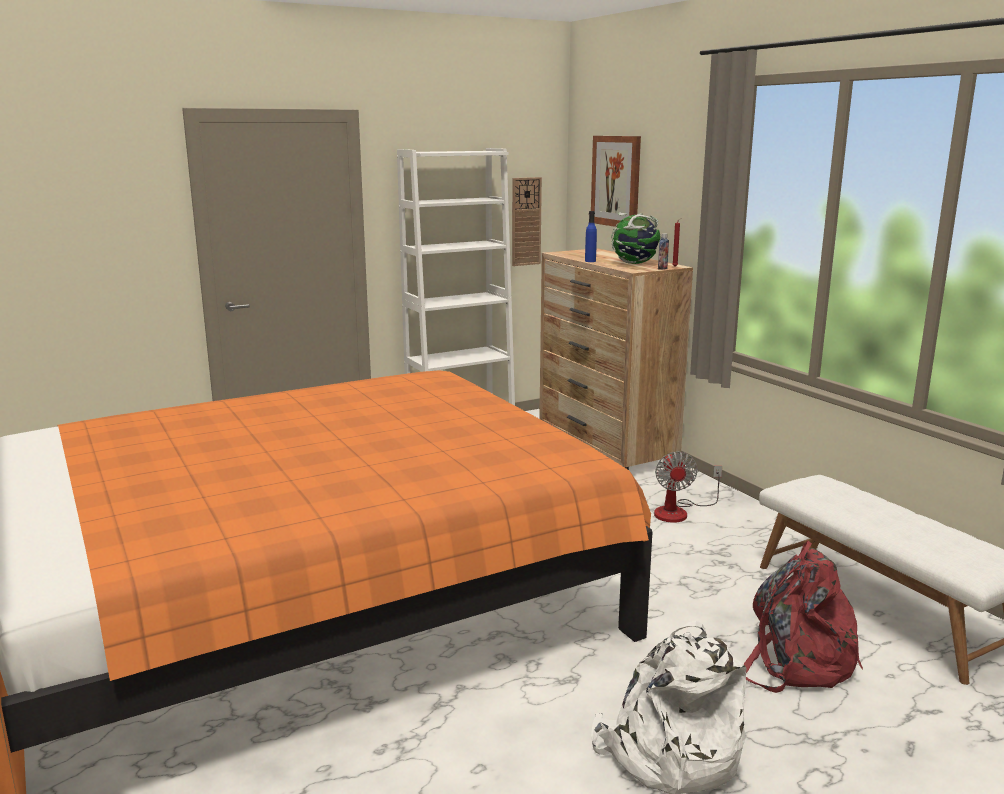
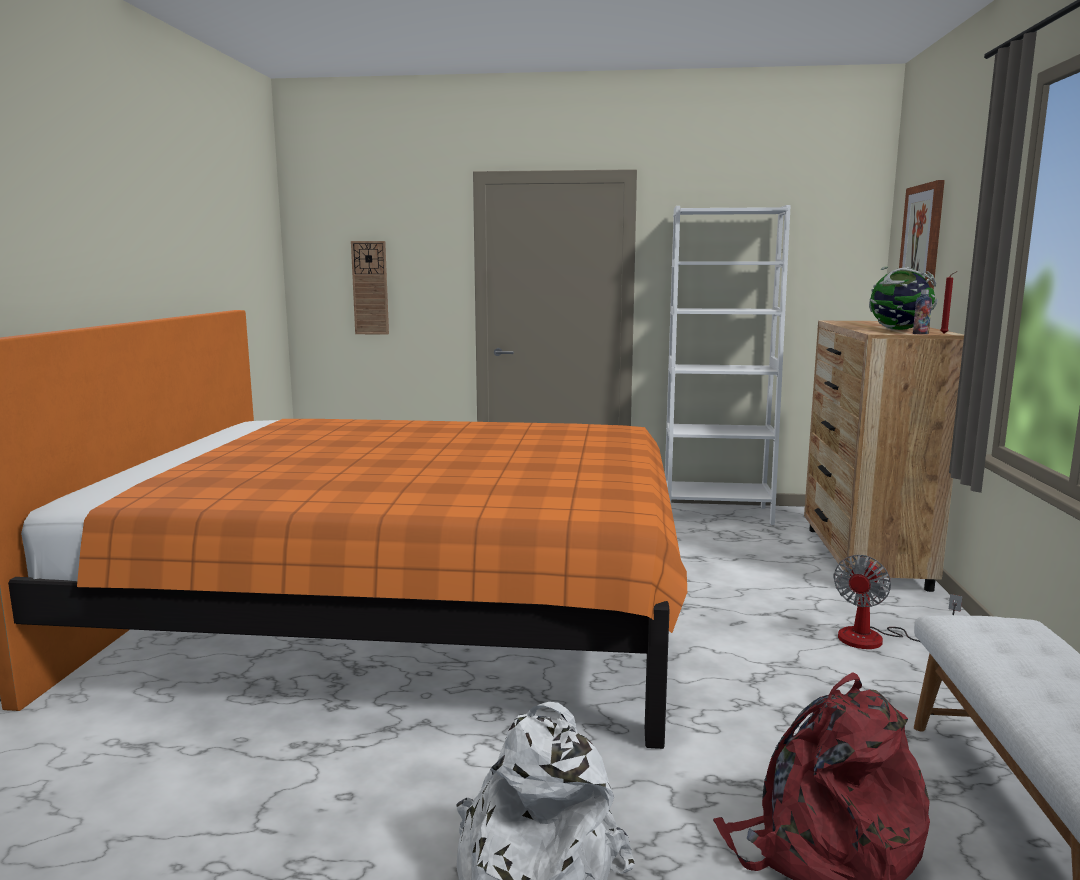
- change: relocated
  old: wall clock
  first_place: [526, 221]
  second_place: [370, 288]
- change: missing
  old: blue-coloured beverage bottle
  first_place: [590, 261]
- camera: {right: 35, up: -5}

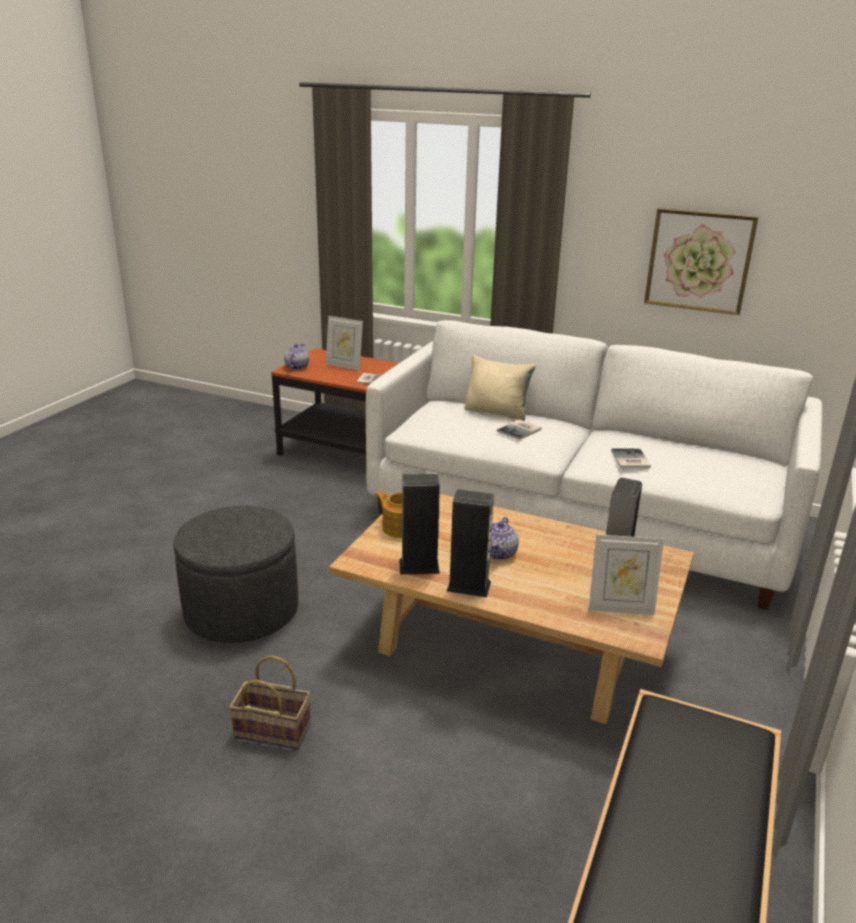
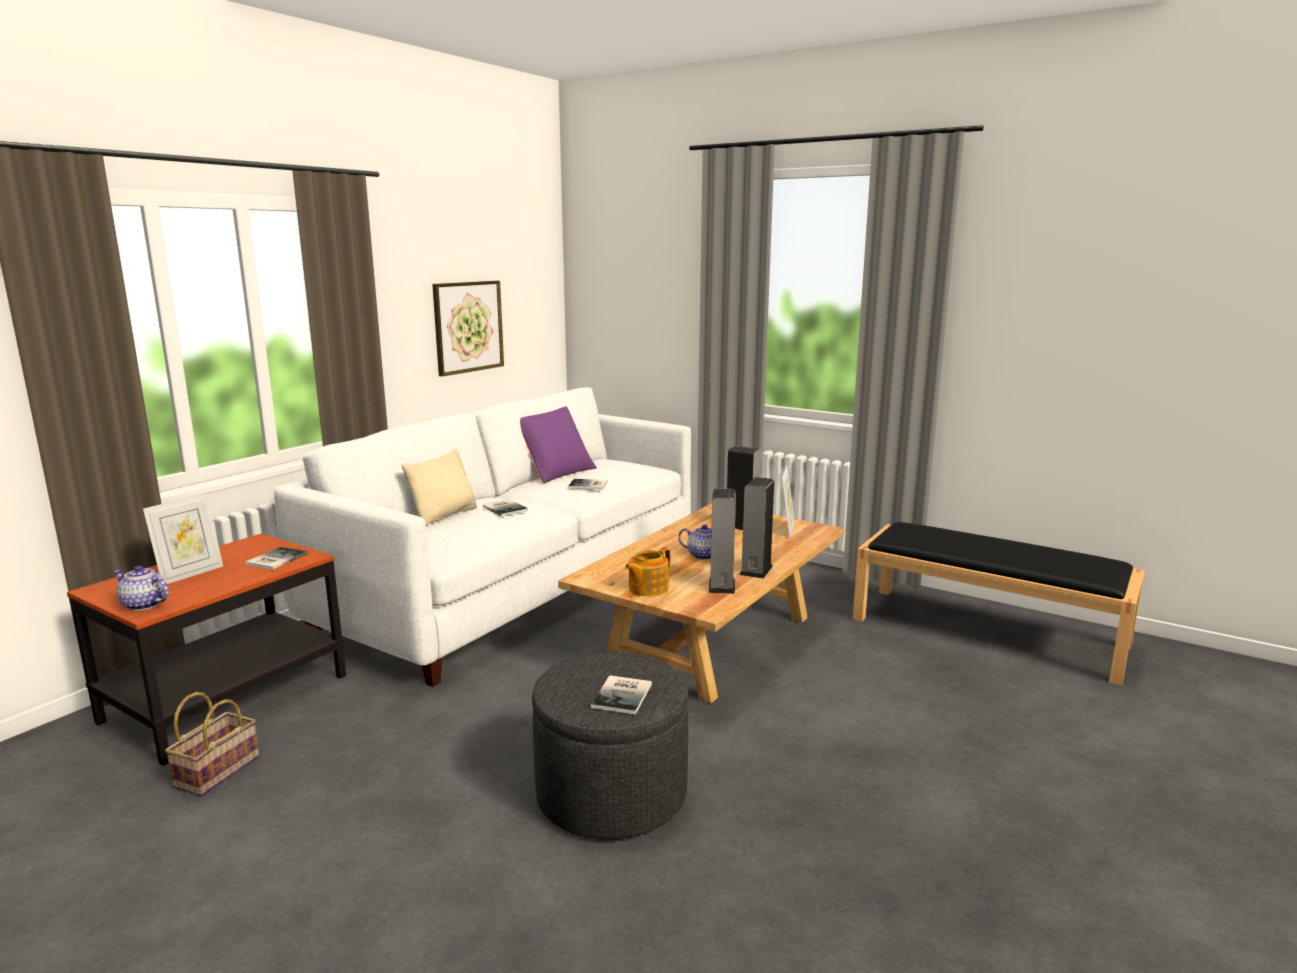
- change: relocated
  old: storage basket
  first_place: [275, 730]
  second_place: [218, 770]
- change: appeared
  new: purple cushion
  second_place: [556, 472]
- change: appeared
  new: book
  second_place: [624, 695]
- camera: {right: -80, up: -10}

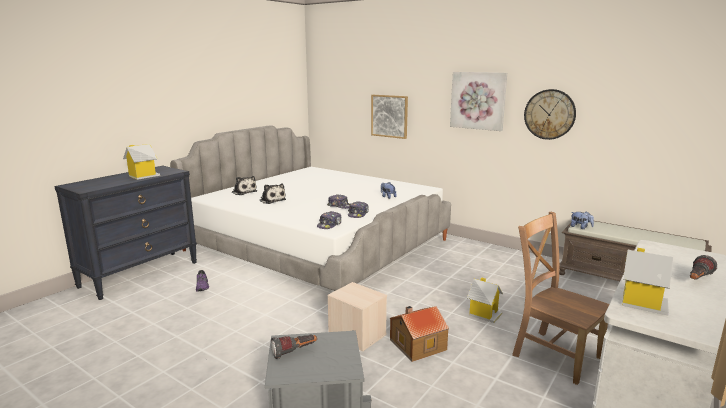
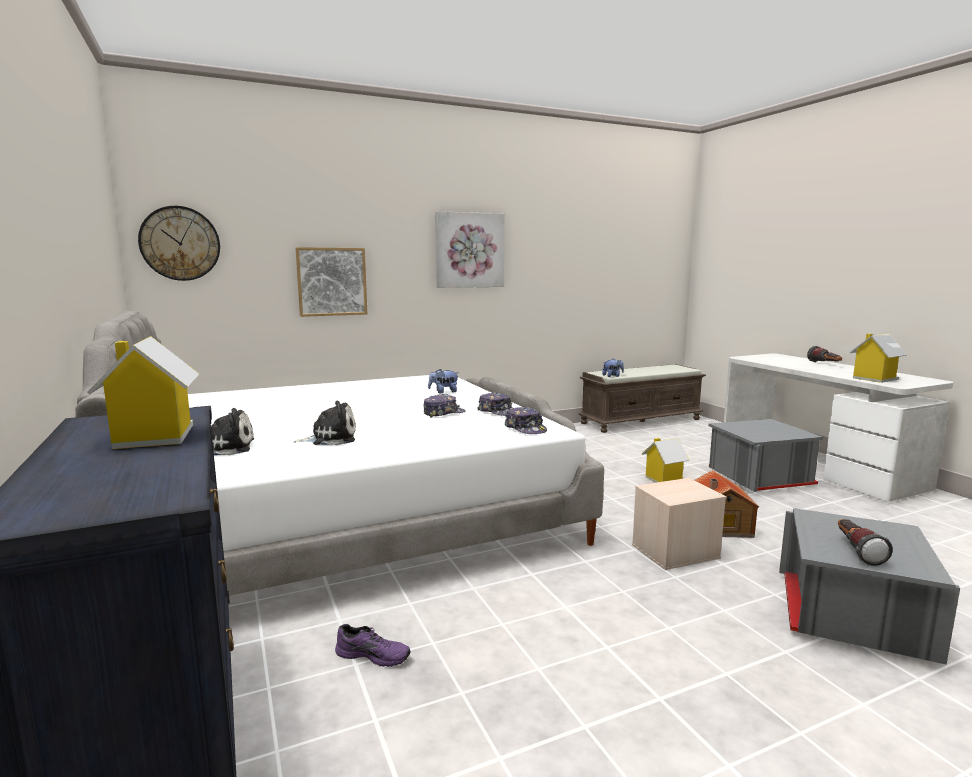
- change: relocated
  old: wall clock
  first_place: [549, 114]
  second_place: [180, 243]
- change: exchanged
  old: brown chair
  new: grey storage bin
  first_place: [553, 354]
  second_place: [758, 478]
- camera: {right: -60, up: -5}

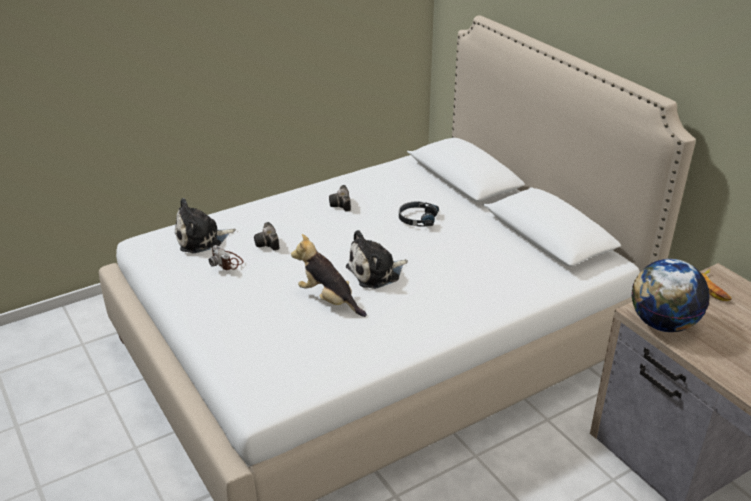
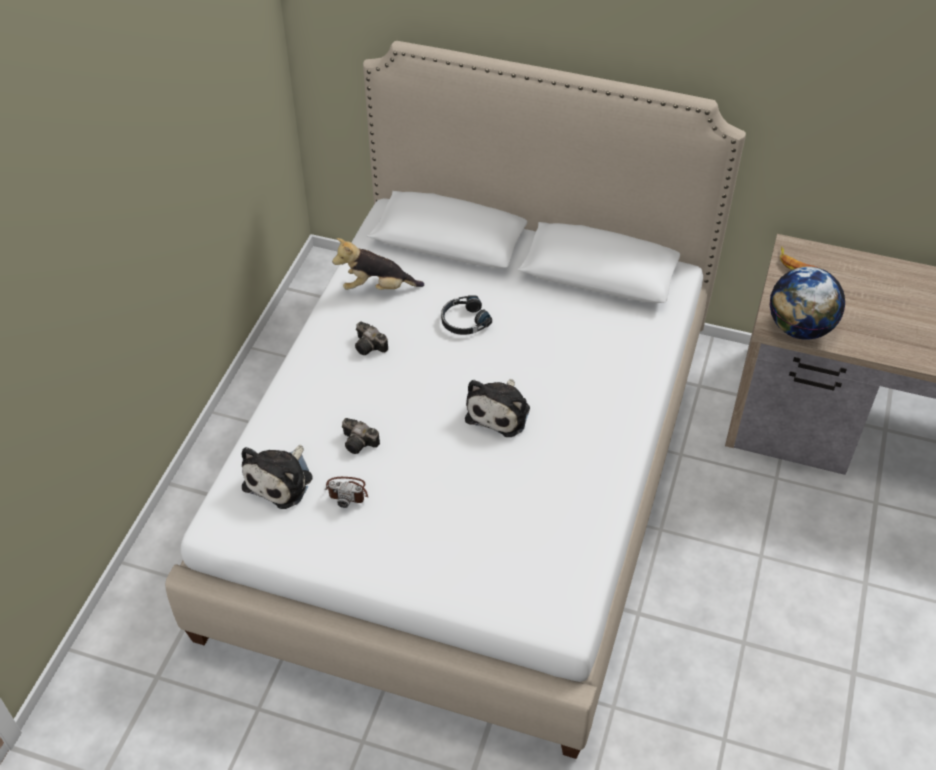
- change: relocated
  old: cuddly toy
  first_place: [329, 300]
  second_place: [377, 288]
- camera: {right: -40, up: 15}

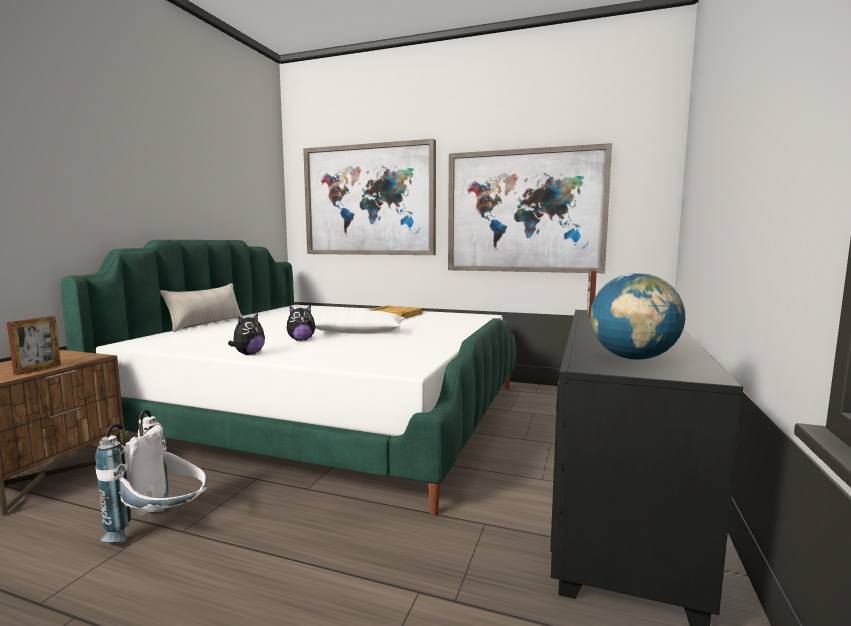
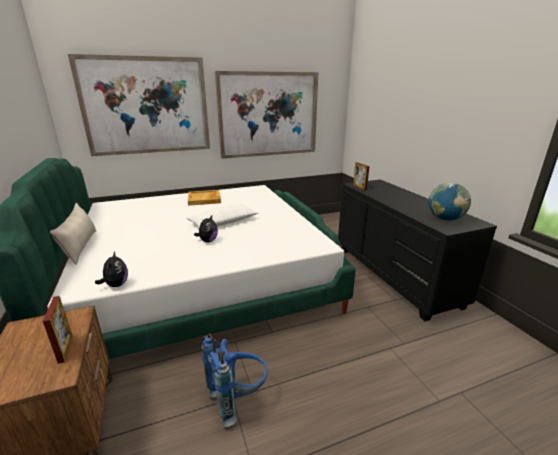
- change: relocated
  old: cuddly toy
  first_place: [248, 354]
  second_place: [116, 285]
- change: colour
  old: whitish knapsack
  new: blue-coloured knapsack
  first_place: [163, 528]
  second_place: [238, 397]
- camera: {right: -40, up: 15}

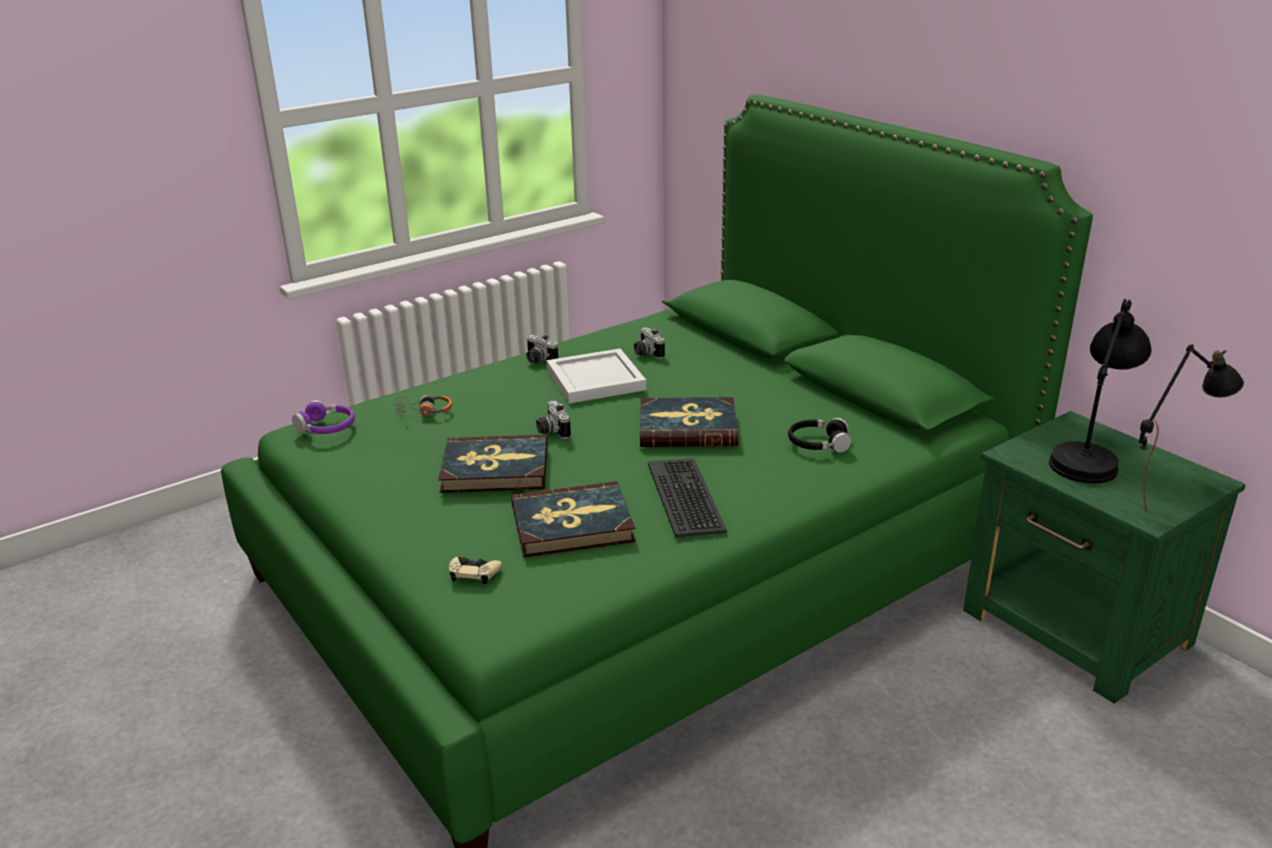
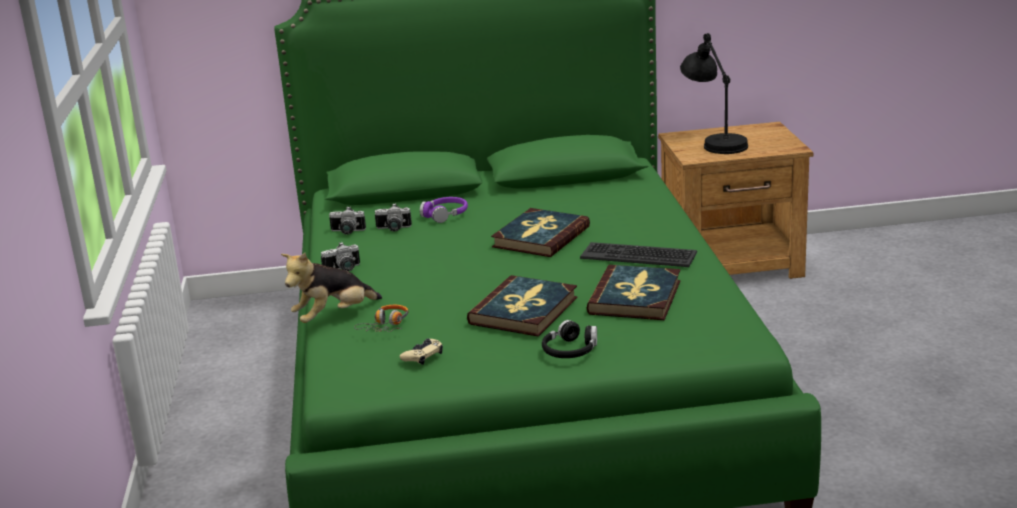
- change: appeared
  new: cuddly toy
  second_place: [333, 317]
- change: relocated
  old: still camera
  first_place: [551, 431]
  second_place: [347, 232]
- change: relocated
  old: beige-coloured game controller
  first_place: [474, 573]
  second_place: [422, 355]
- change: relocated
  old: purple headphones
  first_place: [326, 427]
  second_place: [445, 215]
- change: relocated
  old: black-coloured headphones
  first_place: [818, 443]
  second_place: [570, 350]
- change: colour
  old: green-coloured nightstand
  new: brown nightstand
  first_place: [1077, 629]
  second_place: [734, 265]
- change: missing
  old: whitish tray
  first_place: [594, 380]
- change: missing
  old: black-coloured tabletop lamp
  first_place: [1165, 496]
- camera: {right: -60, up: -5}

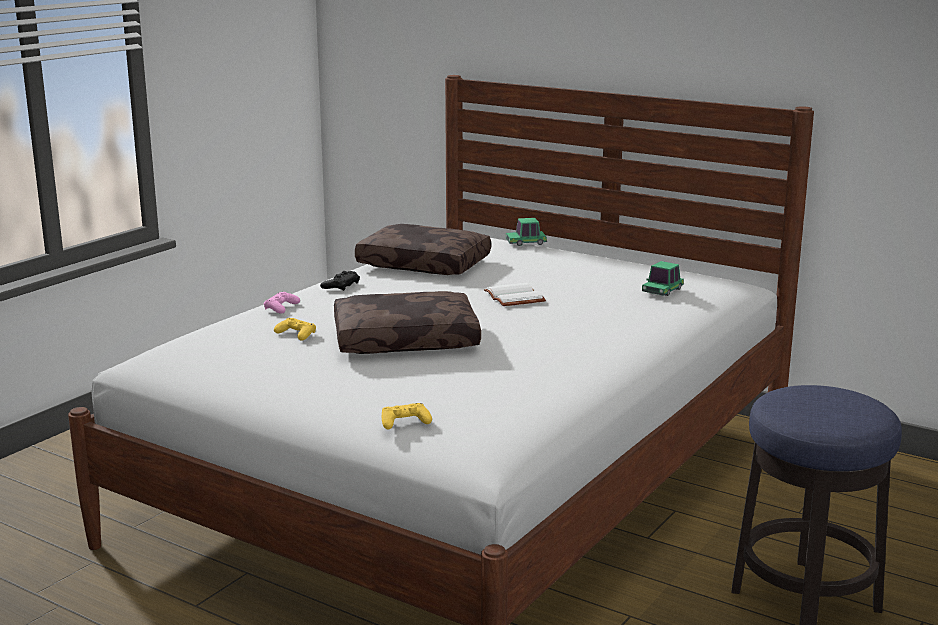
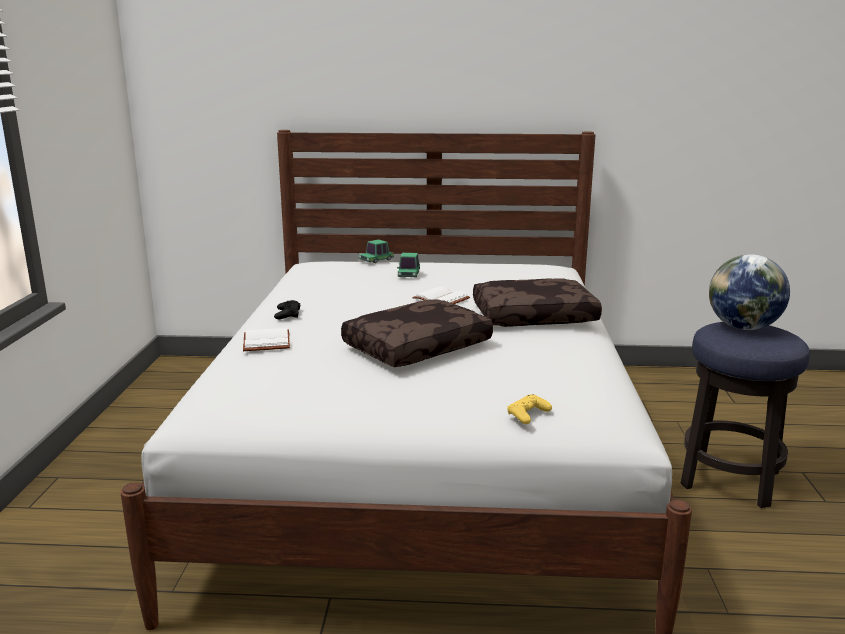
- change: exchanged
  old: pink game controller
  new: whitish book
  first_place: [281, 307]
  second_place: [265, 342]
- change: relocated
  old: miniature car
  first_place: [662, 291]
  second_place: [409, 275]
- change: relocated
  old: brown cushion
  first_place: [425, 264]
  second_place: [534, 316]
- change: appeared
  new: world globe
  second_place: [743, 328]
- change: missing
  old: yellow game controller
  first_place: [296, 334]
- camera: {right: -30, up: 0}

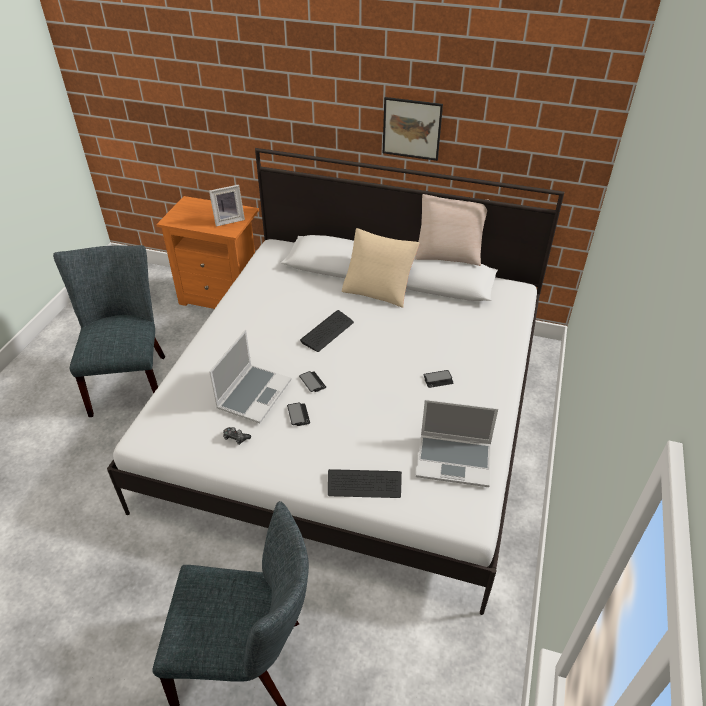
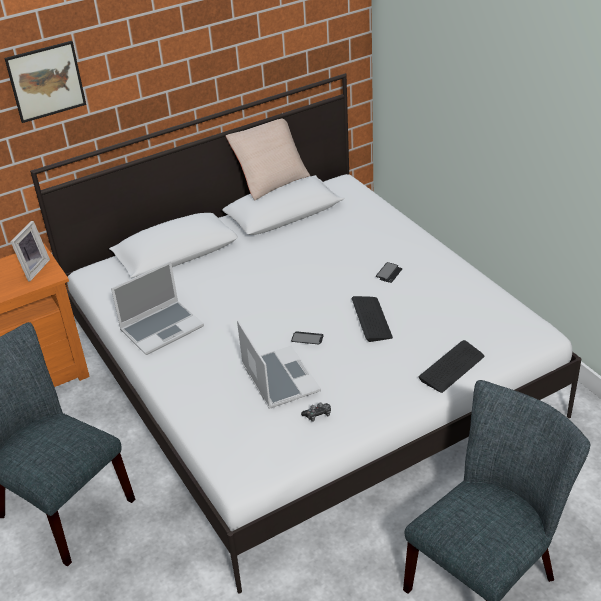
- change: relocated
  old: picture
  first_place: [411, 128]
  second_place: [46, 81]
- change: relocated
  old: notebook computer
  first_place: [454, 460]
  second_place: [162, 328]
- change: relocated
  old: PC keyboard
  first_place: [327, 332]
  second_place: [371, 319]
- change: missing
  old: telephone
  first_place: [298, 415]
- change: missing
  old: beige-coloured cushion
  first_place: [378, 289]
- camera: {right: -45, up: -5}

